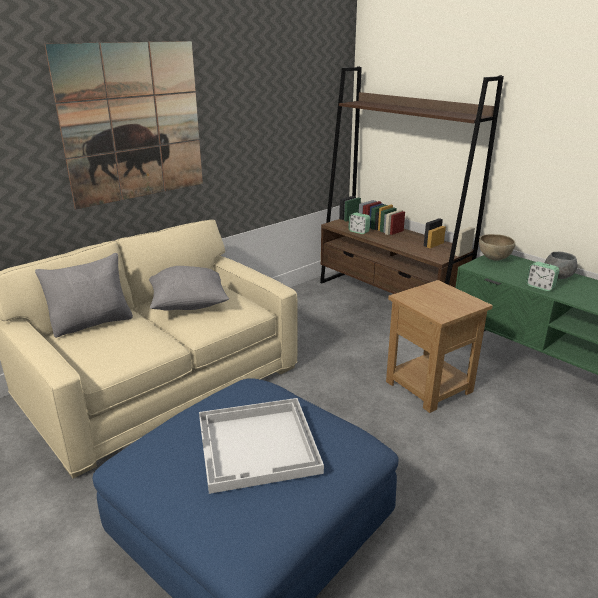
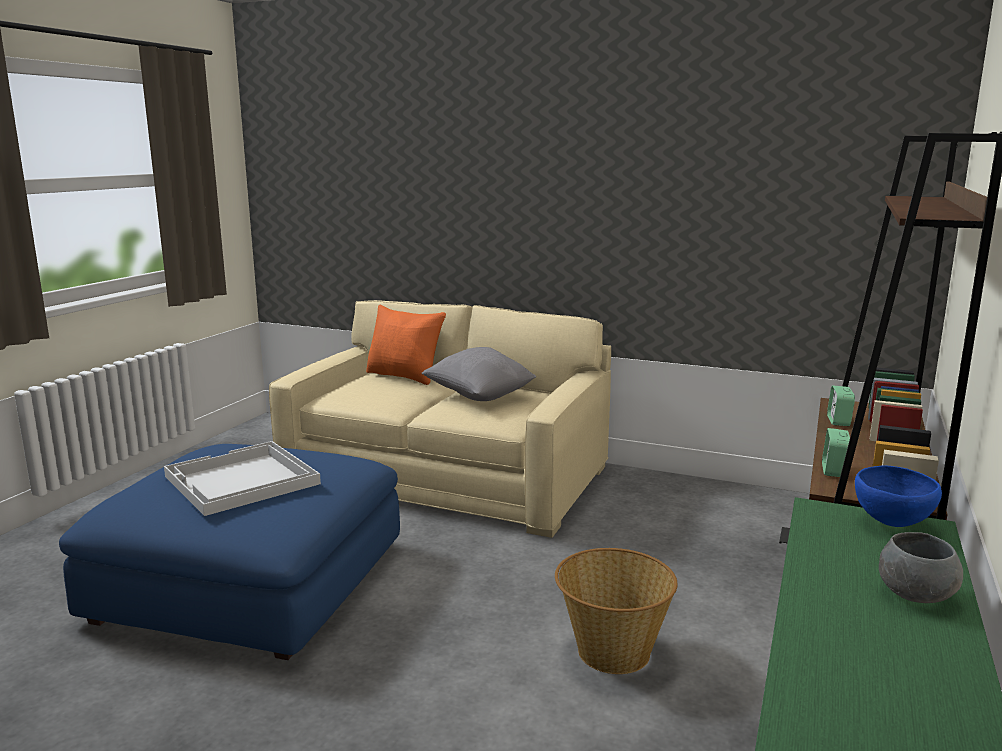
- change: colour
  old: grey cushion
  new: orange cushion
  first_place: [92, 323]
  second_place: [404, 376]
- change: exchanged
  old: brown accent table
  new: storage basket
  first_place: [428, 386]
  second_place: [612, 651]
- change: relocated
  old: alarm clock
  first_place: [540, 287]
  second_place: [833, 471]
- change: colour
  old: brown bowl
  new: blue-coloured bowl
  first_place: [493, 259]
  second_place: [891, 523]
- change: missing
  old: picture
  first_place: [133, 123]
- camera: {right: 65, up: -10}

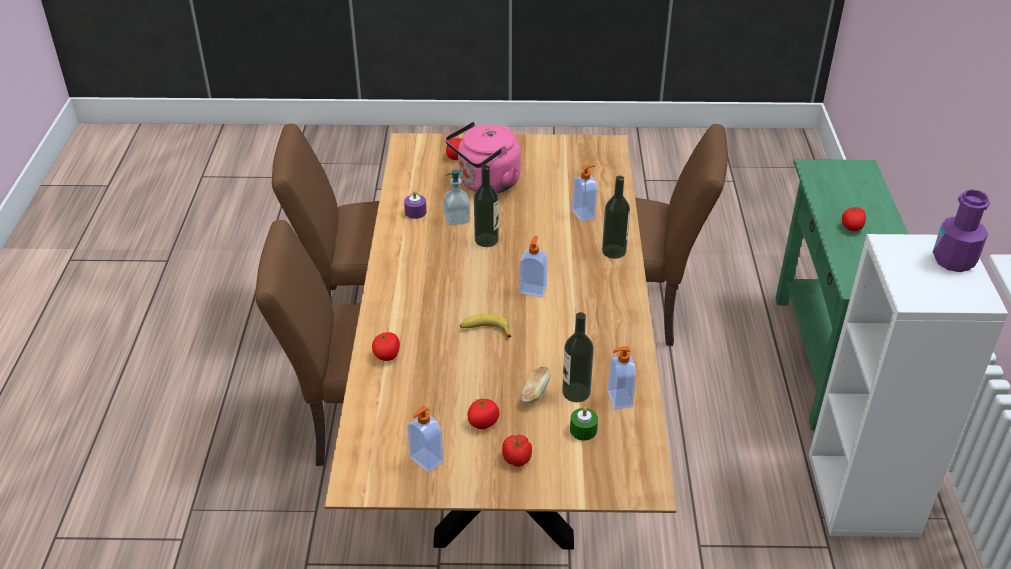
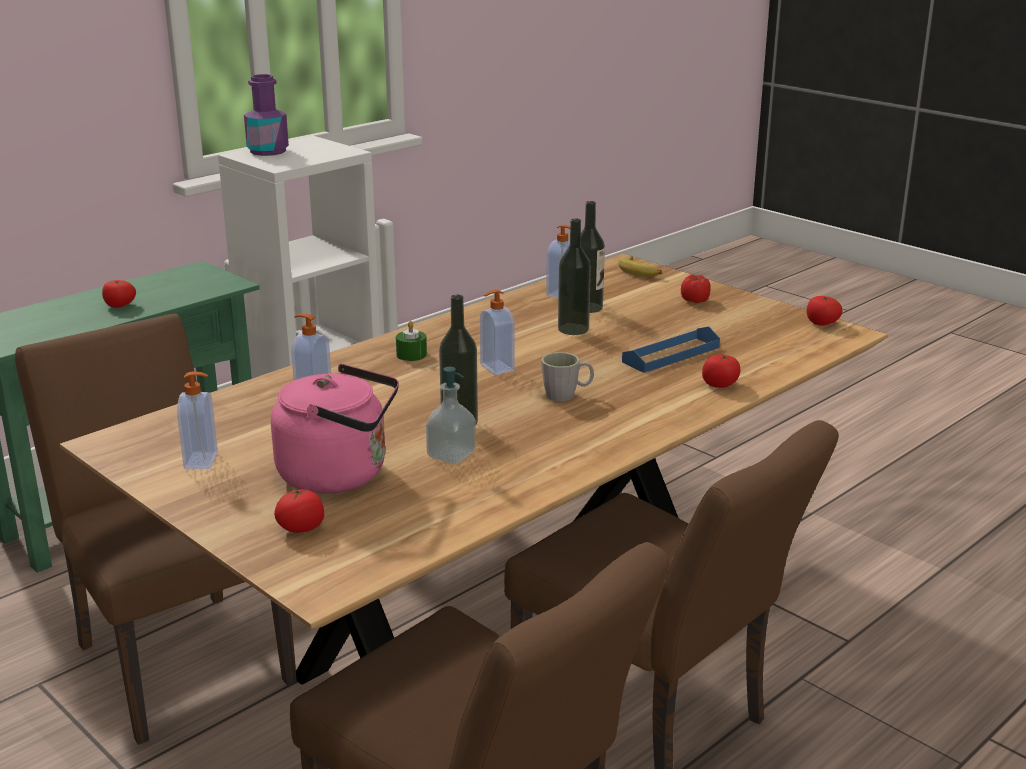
- change: relocated
  old: liquid soap bottle
  first_place: [425, 461]
  second_place: [202, 461]
- change: relocated
  old: green-coloured wax light
  first_place: [583, 430]
  second_place: [411, 354]
- change: appeared
  new: grey mug
  second_place: [567, 395]
- change: relocated
  old: beverage bottle
  first_place: [614, 251]
  second_place: [573, 329]
- change: relocated
  old: whole banana
  first_place: [485, 330]
  second_place: [640, 272]
- change: appeared
  new: blue-coloured tray
  second_place: [671, 355]
- change: relocated
  old: whole tomato
  first_place: [483, 423]
  second_place: [822, 323]
- change: missing
  old: purple wax light
  first_place: [415, 212]
- change: missing
  old: baked bread
  first_place: [535, 393]
- camera: {right: -135, up: -15}

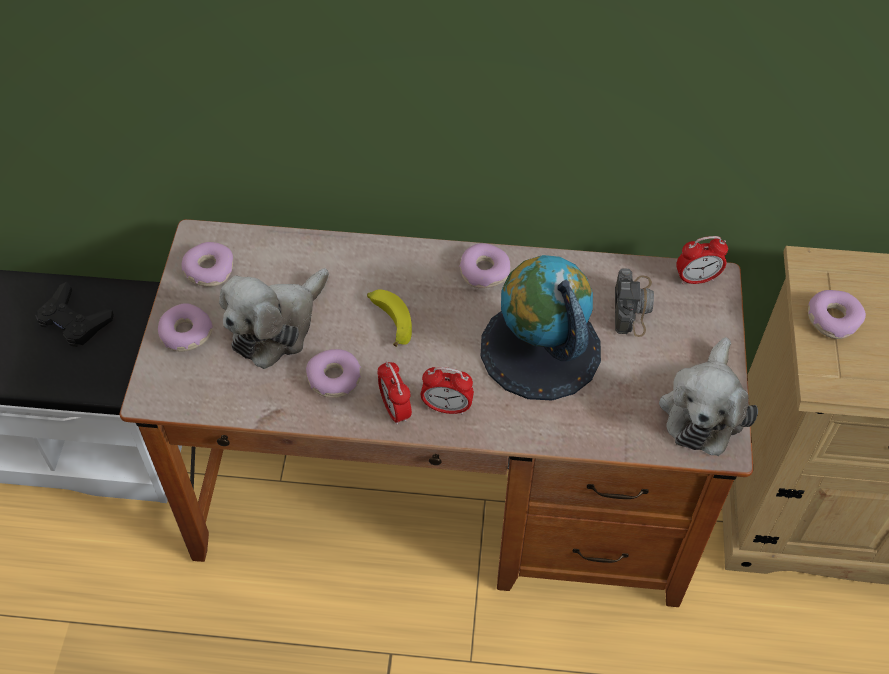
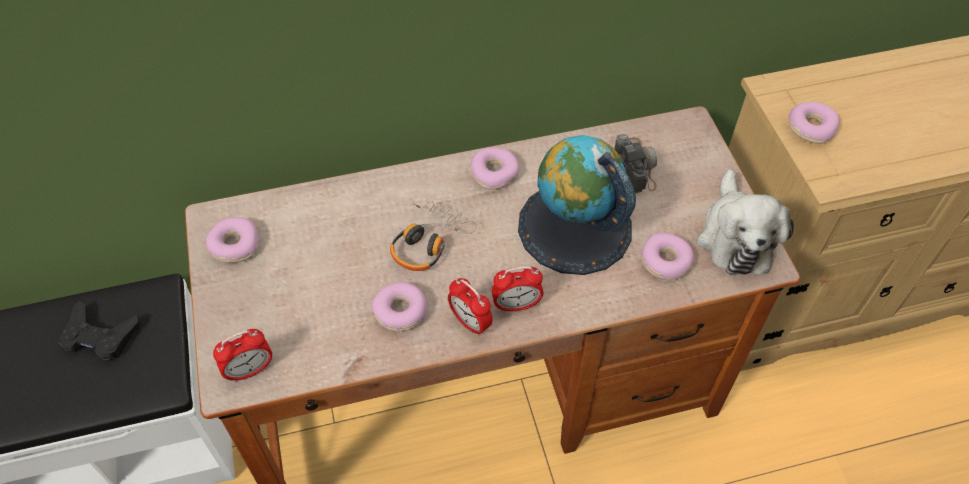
- change: relocated
  old: alarm clock
  first_place: [696, 279]
  second_place: [250, 370]
- change: exchanged
  old: whole banana
  new: headphones
  first_place: [389, 321]
  second_place: [428, 242]
- change: relocated
  old: ring doughnut
  first_place: [185, 334]
  second_place: [665, 262]
- change: missing
  old: cuddly toy
  first_place: [277, 326]
- camera: {right: -20, up: 0}

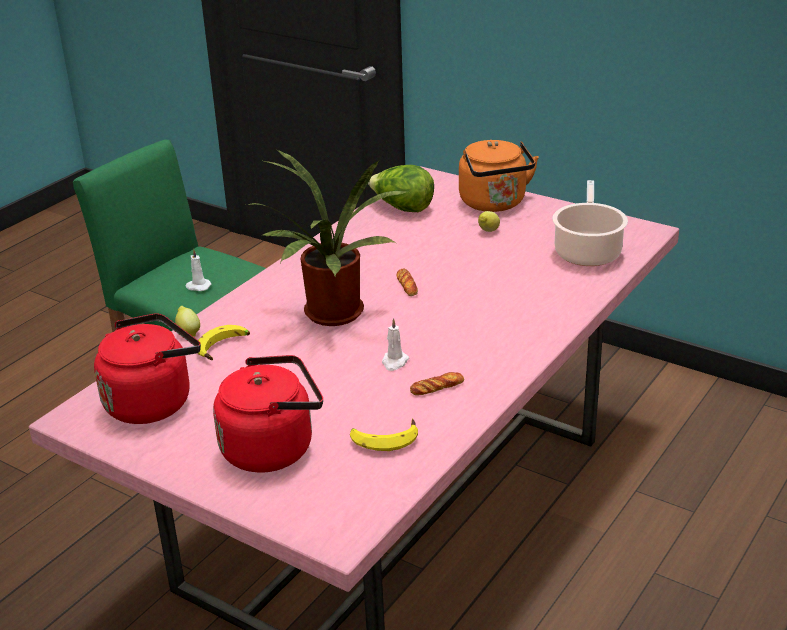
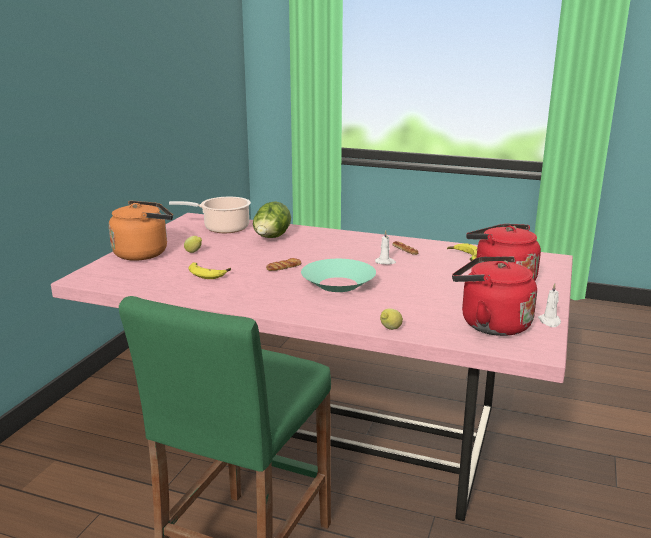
- change: relocated
  old: whole banana
  first_place: [224, 348]
  second_place: [209, 274]
- change: relocated
  old: lettuce head
  first_place: [402, 208]
  second_place: [271, 238]
- change: exchanged
  old: plant in a pot
  new: blue-green bowl
  first_place: [331, 316]
  second_place: [338, 284]
- change: relocated
  old: whitish wax light
  first_place: [198, 286]
  second_place: [549, 321]
- camera: {right: -105, up: -10}

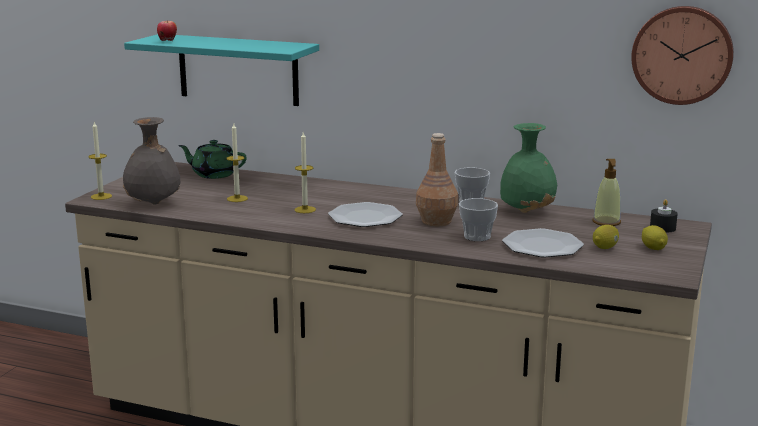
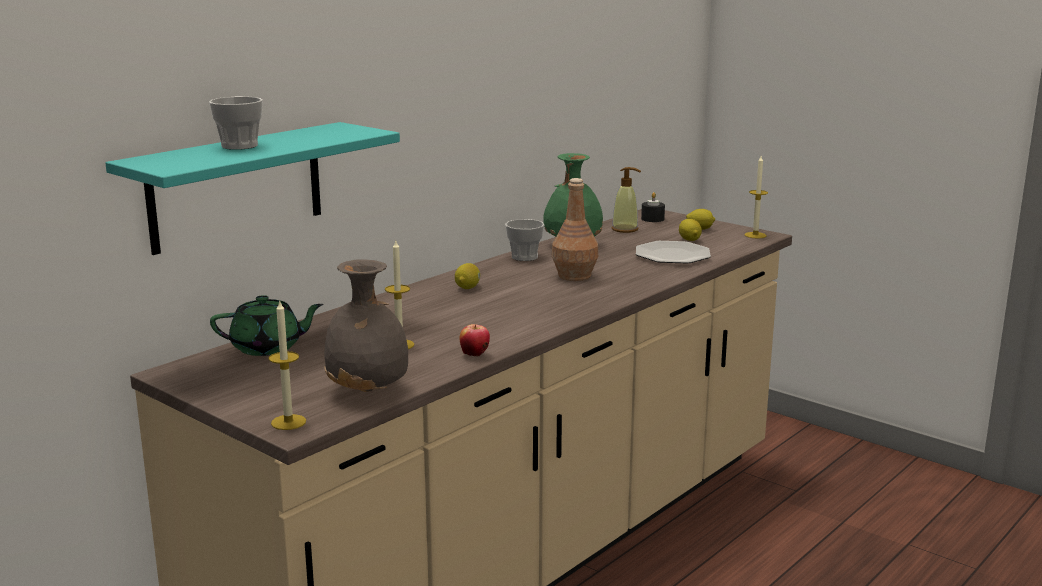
- change: relocated
  old: small cup
  first_place: [477, 236]
  second_place: [239, 146]
- change: spun
  old: green-coloured pot for tea
  first_place: [214, 174]
  second_place: [268, 347]
  degrees: -135
- change: appeared
  new: whole lemon
  second_place: [468, 287]
- change: relocated
  old: apple fruit
  first_place: [168, 41]
  second_place: [475, 355]
- change: relocated
  old: wax light
  first_place: [305, 209]
  second_place: [755, 235]
- change: missing
  old: dinner plate
  first_place: [365, 217]
- change: missing
  old: wall clock
  first_place: [682, 54]
- camera: {right: -70, up: 0}

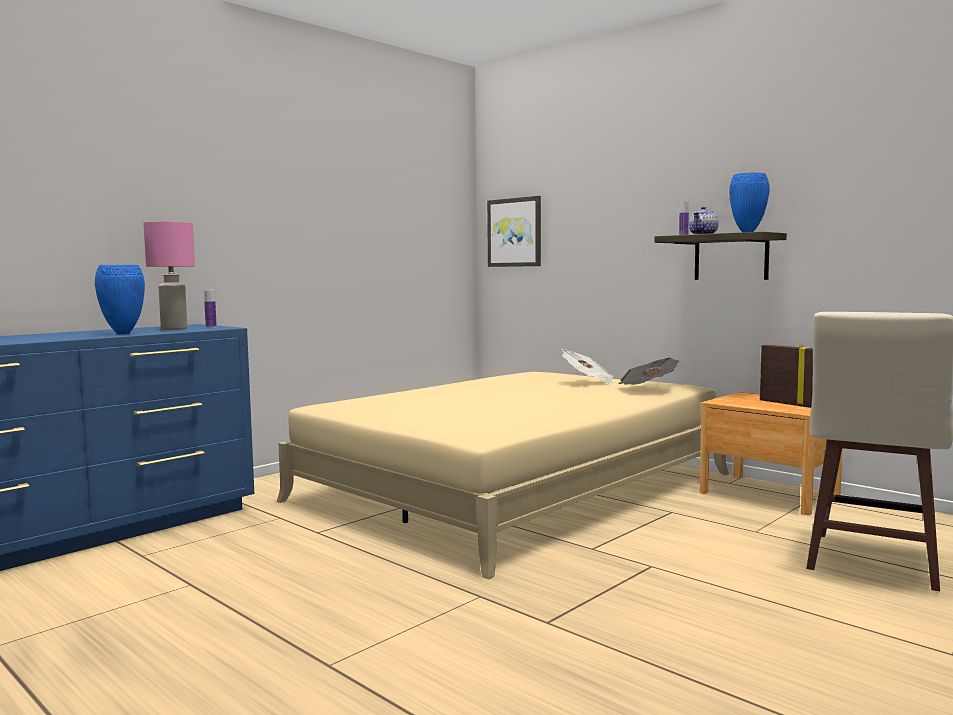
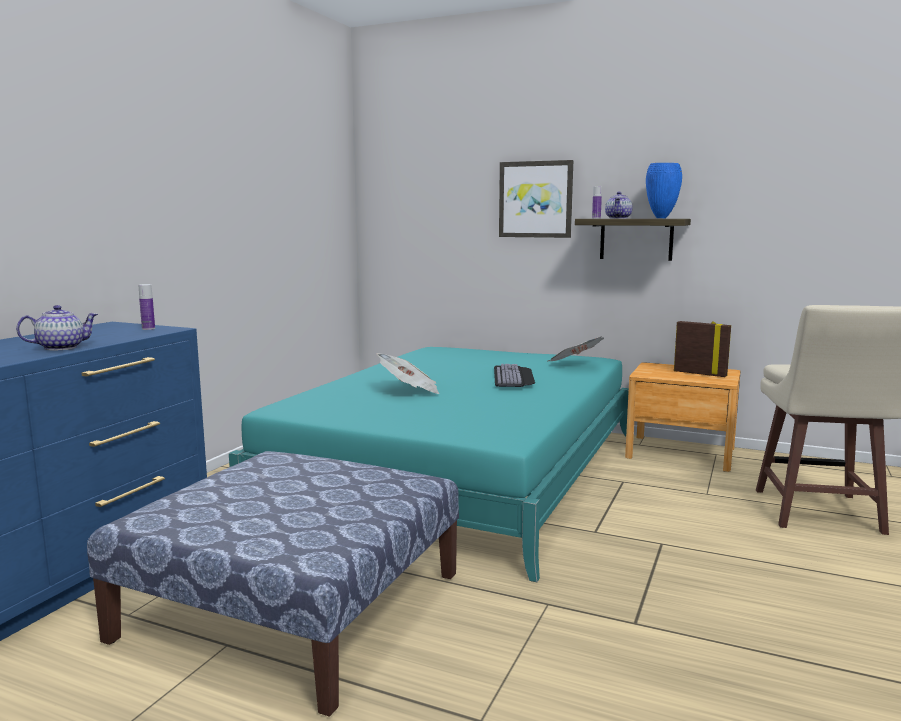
- change: exchanged
  old: blue-coloured vase
  new: pot for tea
  first_place: [122, 334]
  second_place: [61, 347]
- change: appeared
  new: ottoman
  second_place: [296, 606]
- change: colour
  old: beige-coloured sleeping bed
  new: blue-green sleeping bed
  first_place: [514, 487]
  second_place: [460, 470]
- change: relocated
  old: newspaper
  first_place: [588, 381]
  second_place: [410, 390]
- change: appeared
  new: PC keyboard
  second_place: [514, 377]
- change: relocated
  old: picture
  first_place: [514, 232]
  second_place: [535, 199]
- change: missing
  old: pink tabletop lamp
  first_place: [173, 329]
- camera: {right: -20, up: 5}

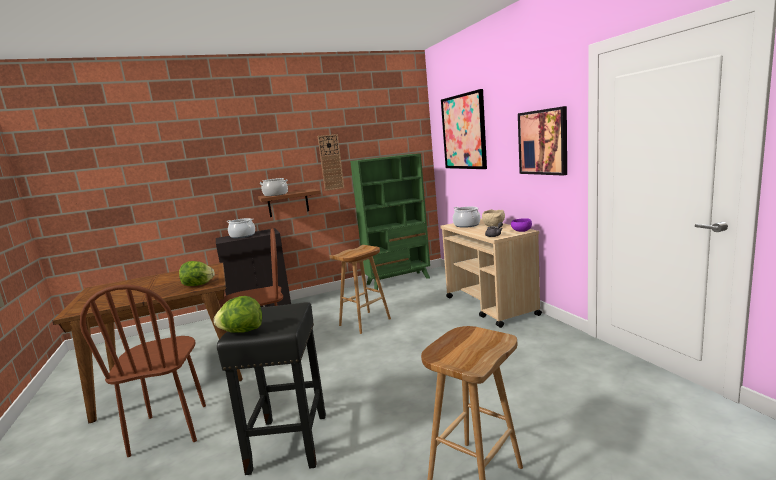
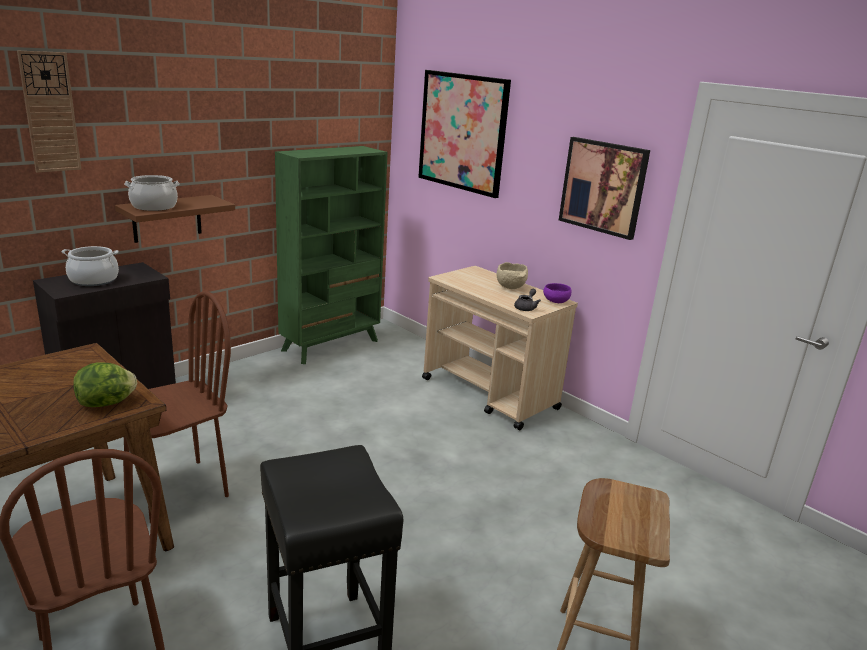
- change: relocated
  old: wall clock
  first_place: [331, 162]
  second_place: [50, 112]
- change: missing
  old: lettuce head
  first_place: [242, 331]
- change: missing
  old: brown stool
  first_place: [365, 322]
- change: missing
  old: saucepot
  first_place: [467, 225]
- camera: {right: -25, up: 10}

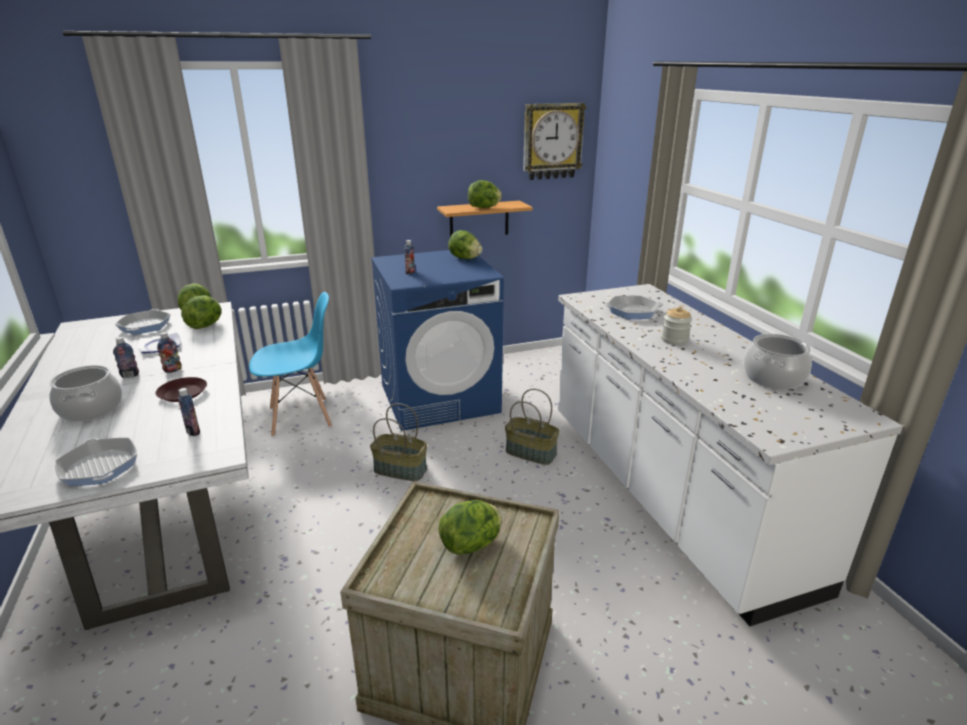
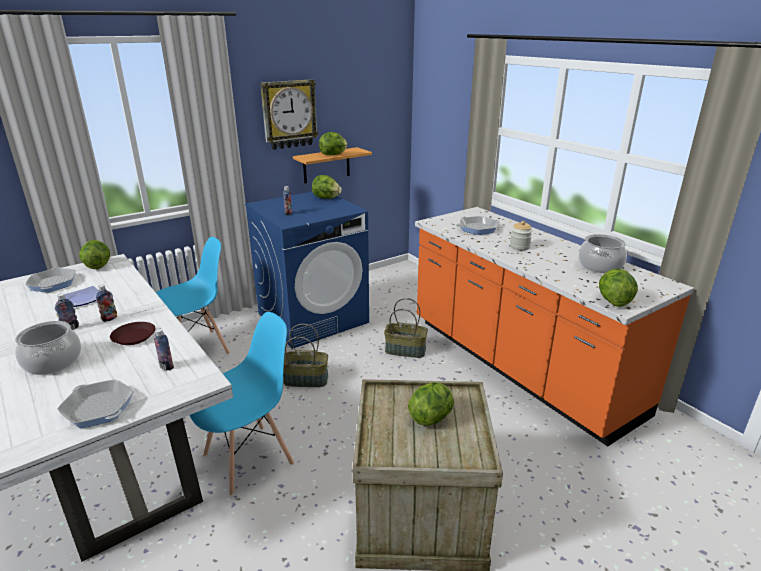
- change: appeared
  new: blue-coloured chair
  second_place: [249, 459]
- change: relocated
  old: wall clock
  first_place: [552, 141]
  second_place: [289, 114]
- change: colour
  old: whitish counter
  new: orange counter
  first_place: [668, 495]
  second_place: [518, 366]
- change: relocated
  old: lettuce head
  first_place: [206, 325]
  second_place: [613, 301]
- camera: {right: -15, up: 0}

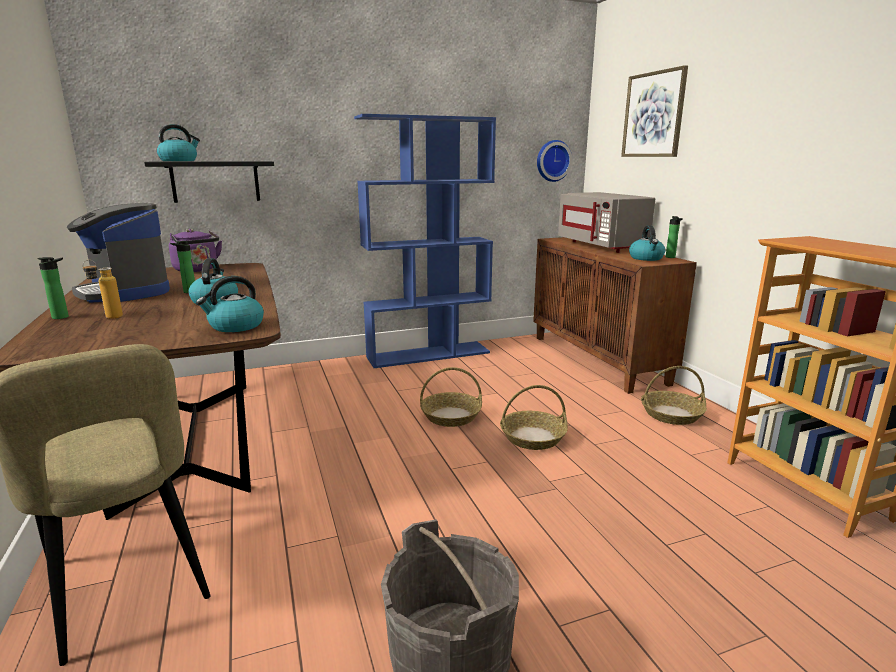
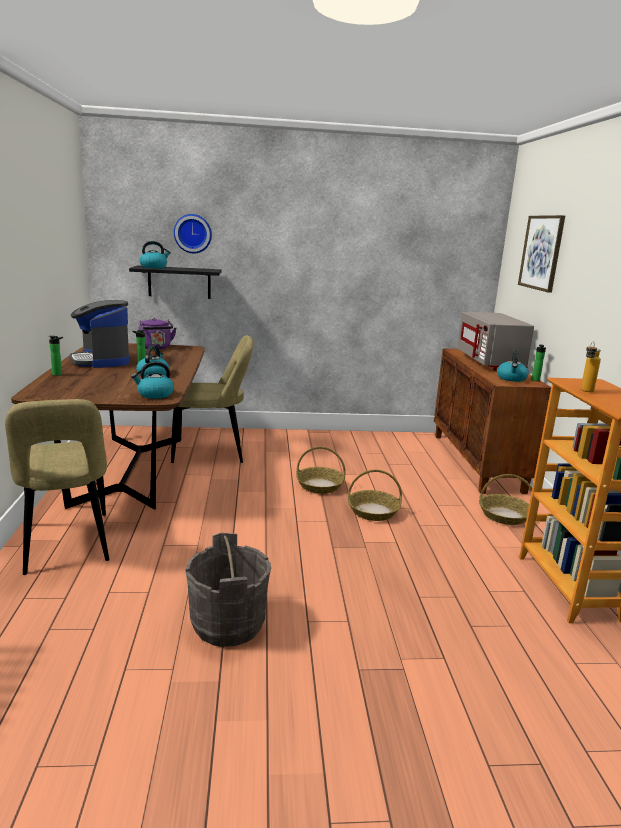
- change: appeared
  new: beige-coloured chair
  second_place: [212, 452]
- change: relocated
  old: wall clock
  first_place: [552, 161]
  second_place: [193, 233]
- change: relocated
  old: beverage bottle
  first_place: [108, 318]
  second_place: [585, 391]
- change: missing
  old: blue-coloured bookcase
  first_place: [429, 354]
- camera: {right: 15, up: 0}

